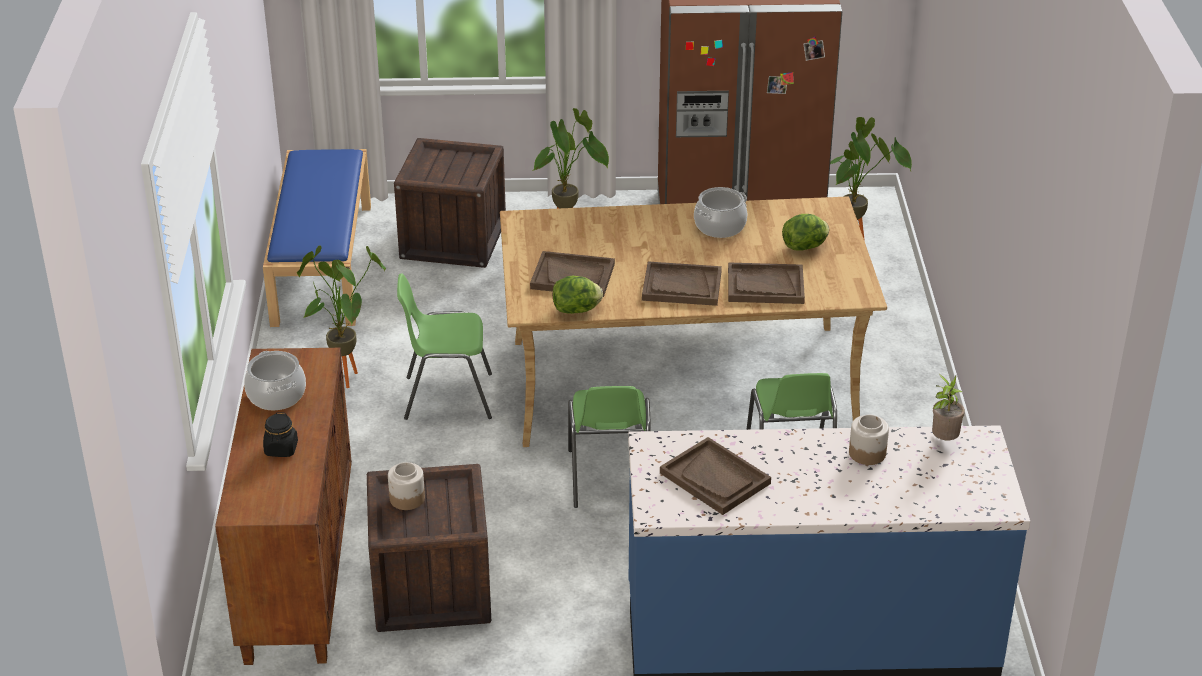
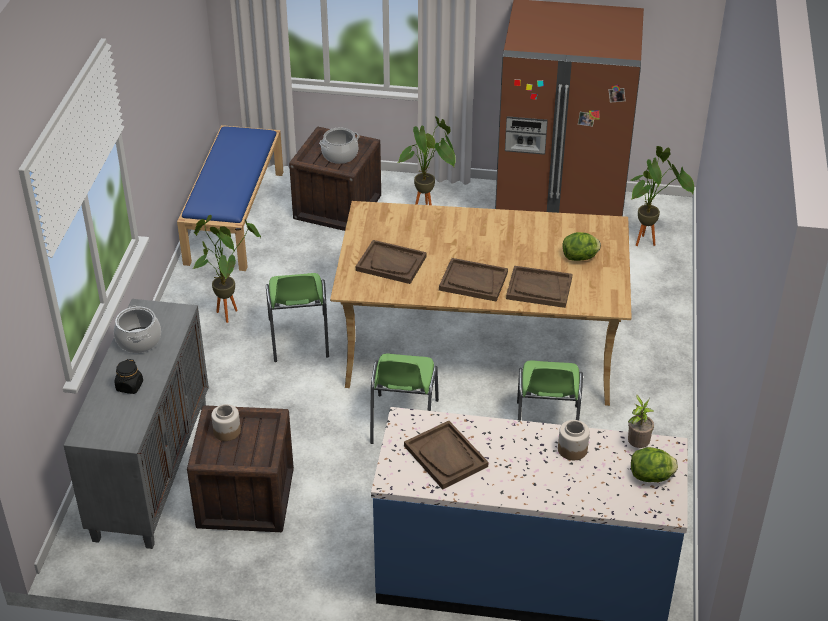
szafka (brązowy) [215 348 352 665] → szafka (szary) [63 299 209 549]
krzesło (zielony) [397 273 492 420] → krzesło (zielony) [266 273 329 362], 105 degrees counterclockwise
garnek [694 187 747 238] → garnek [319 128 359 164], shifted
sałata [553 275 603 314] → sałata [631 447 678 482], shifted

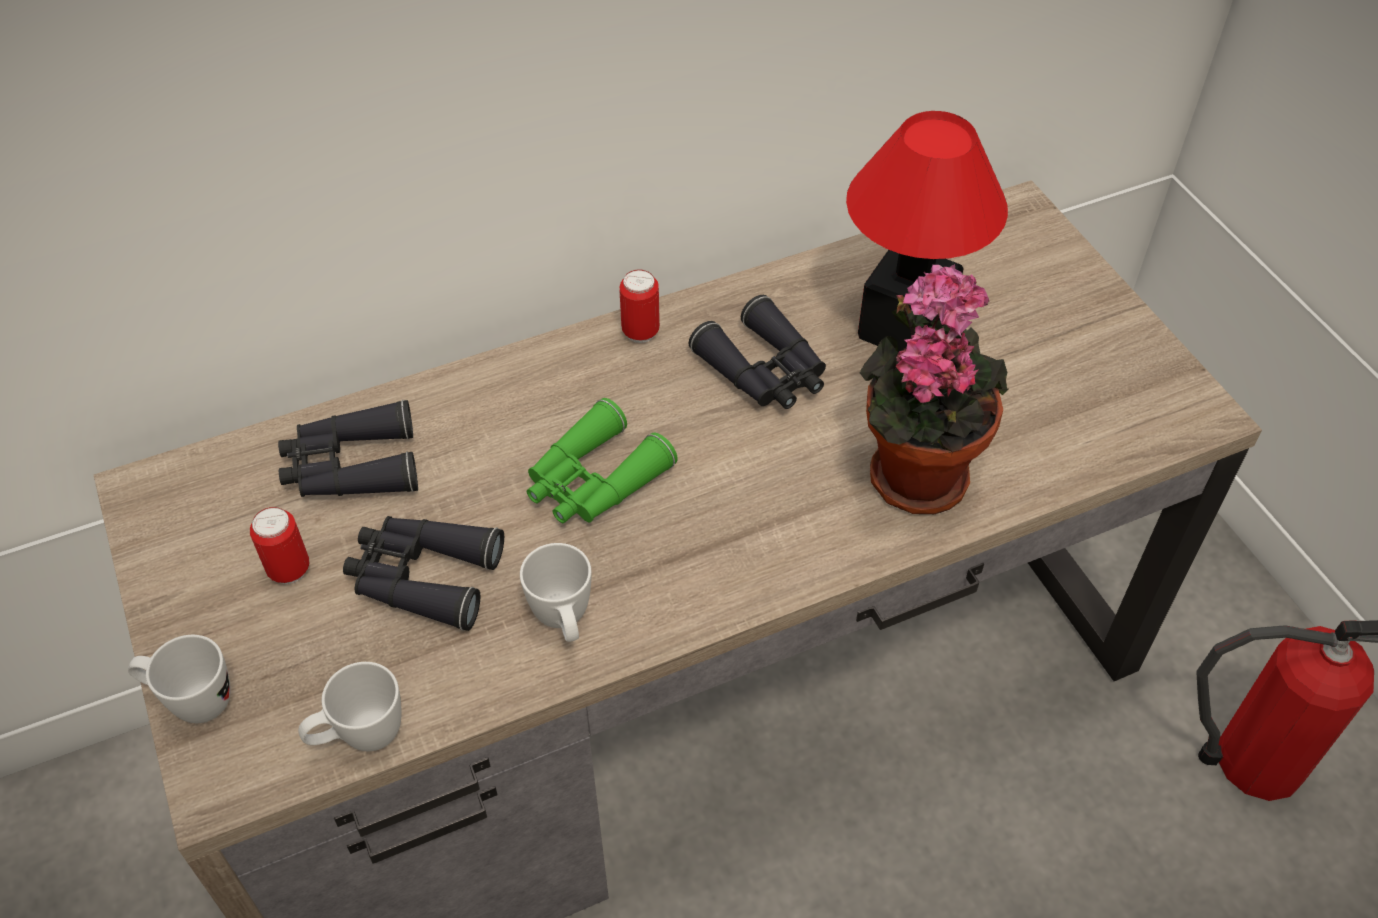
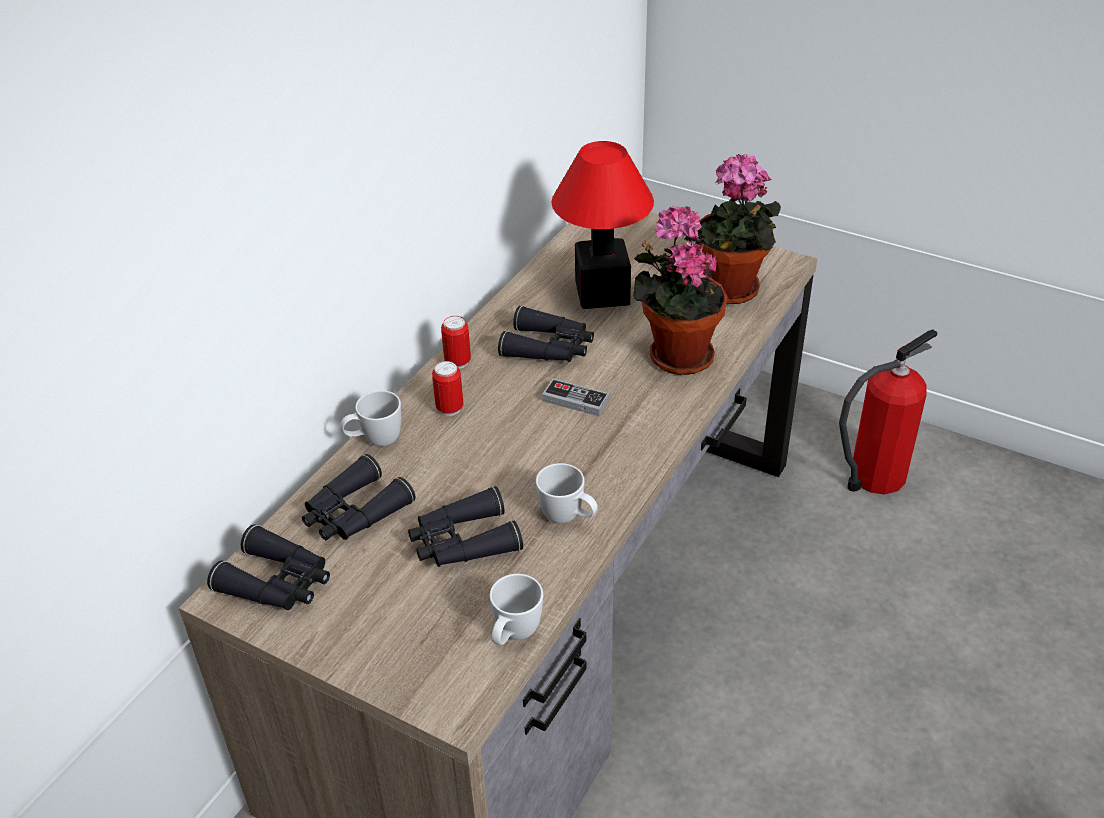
- → lornetka (czarny) [207 524 330 610]
kubek (biały) [128 635 231 723] → kubek (biały) [340 390 401 446], shifted
puszka [250 507 309 584] → puszka [432 361 463 416], shifted
- → pad do gier [542 379 609 416]
- → roślina doniczkowa [685 154 781 304]
lornetka (zielony) [527 398 678 523] → -

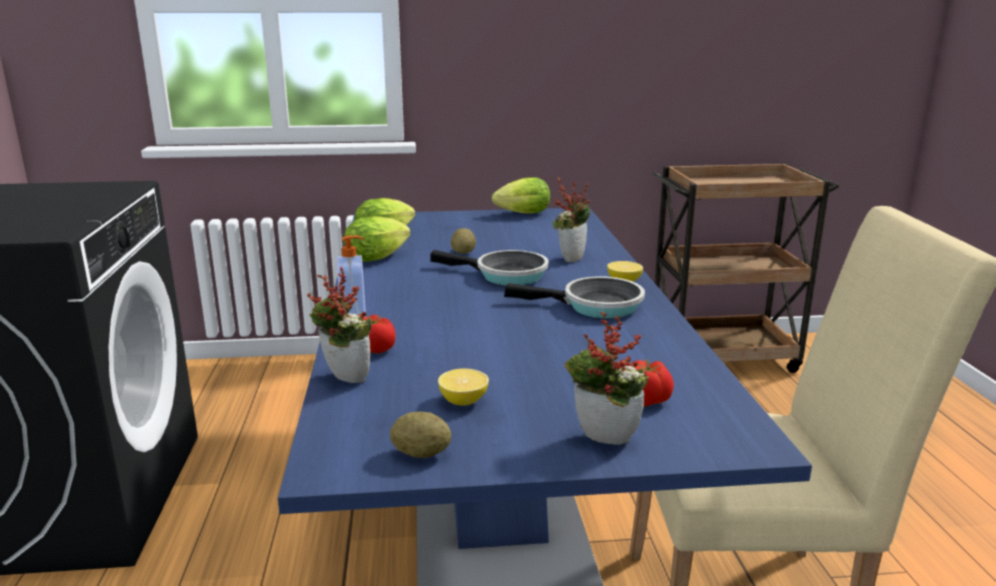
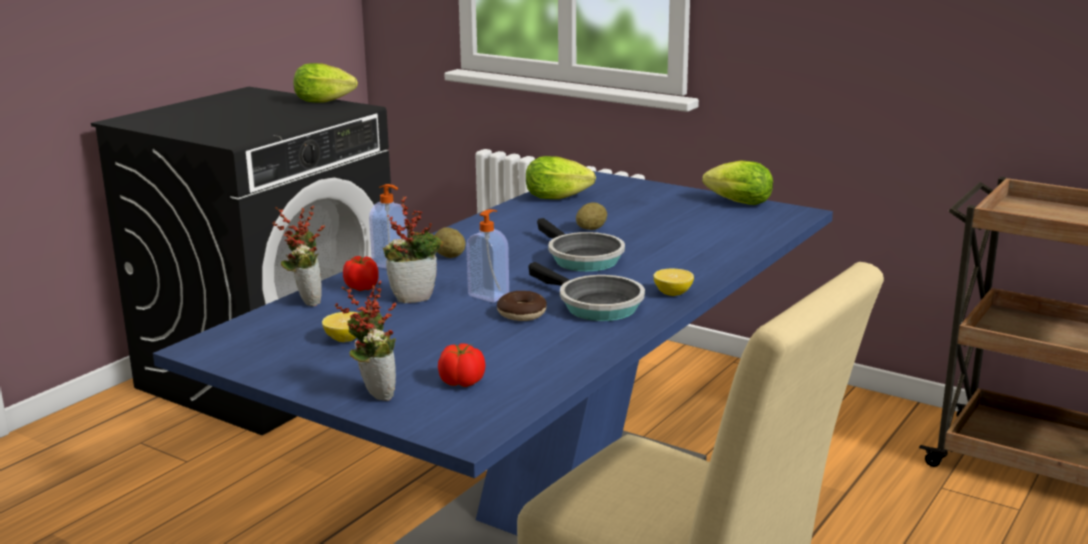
sałata [344 216 411 262] → sałata [293 63 358 103], shifted
roślina doniczkowa [553 177 591 262] → roślina doniczkowa [383 196 443 303], shifted
ziemniak [390 412 451 458] → ziemniak [435 227 466 258], shifted
- → dozownik mydła [466 209 509 303]
- → donut [497 291 547 321]

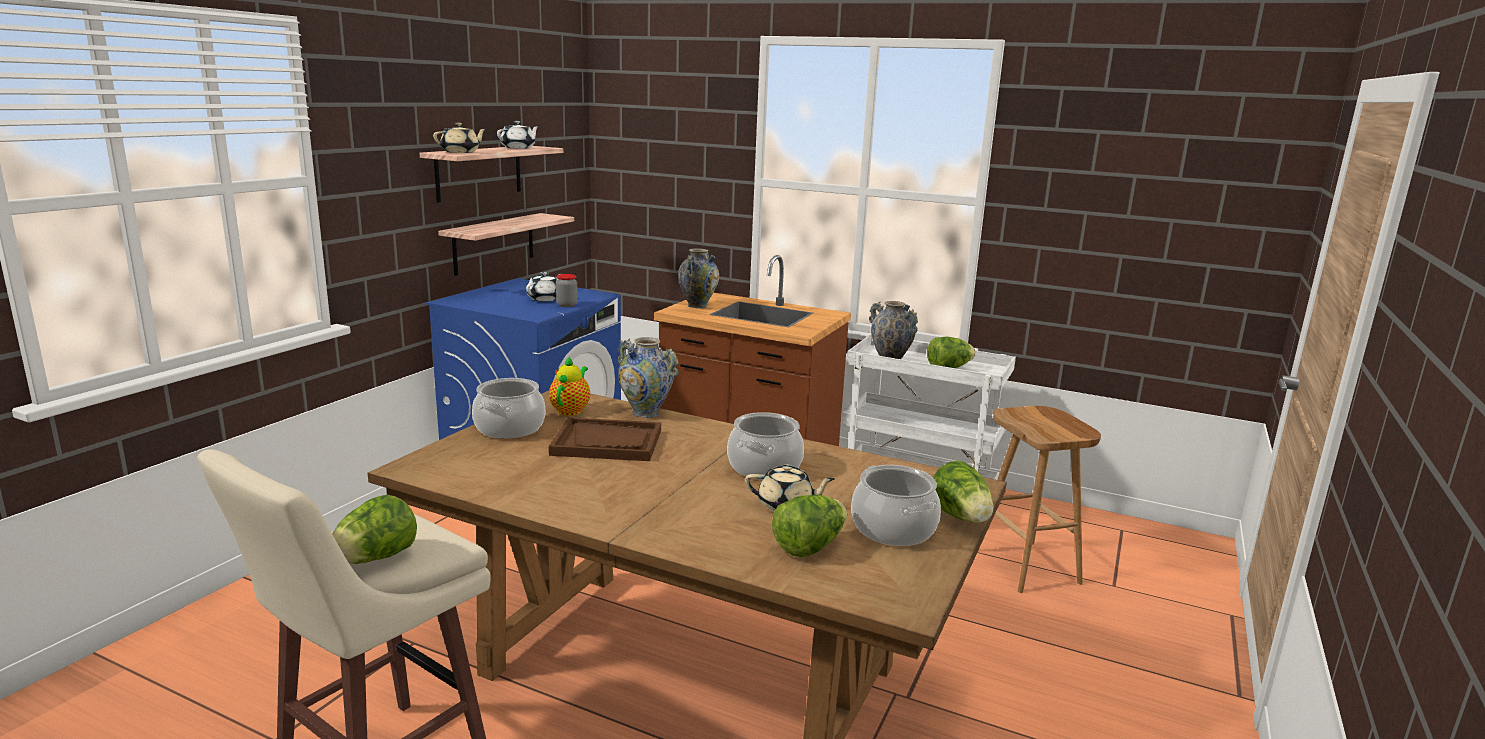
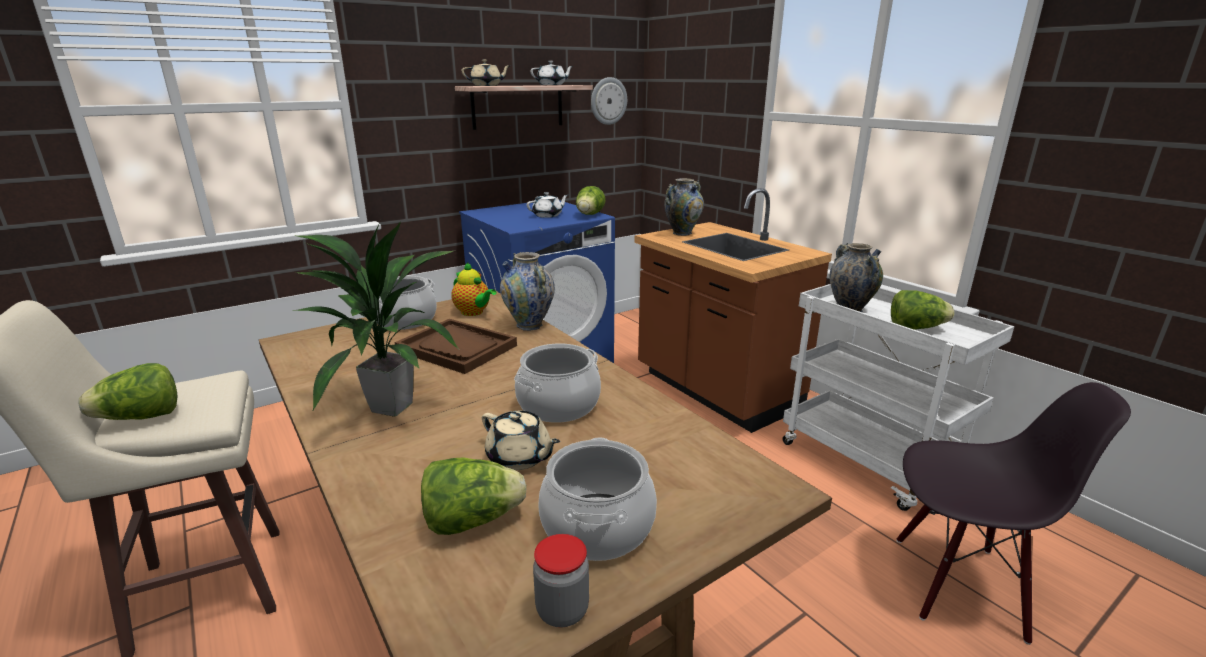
- → roślina doniczkowa [294 221 459 416]
imbryk [549 356 590 416] → imbryk [451 262 497 316], 90 degrees clockwise
słoik [556 274 578 307] → słoik [533 534 589 628], shifted
sałata [933 460 994 523] → sałata [576 186 606 215], shifted
- → zegar ścienny [591 77 627 125]
stołek (brązowy) [978 406 1101 593] → krzesło (czarny) [896 382 1131 645]
półka [438 213 574 276] → -

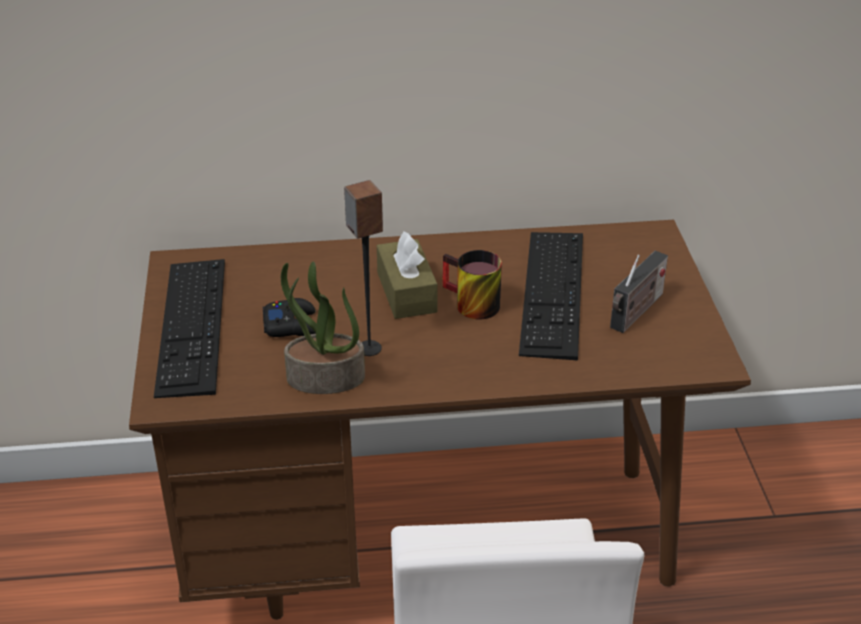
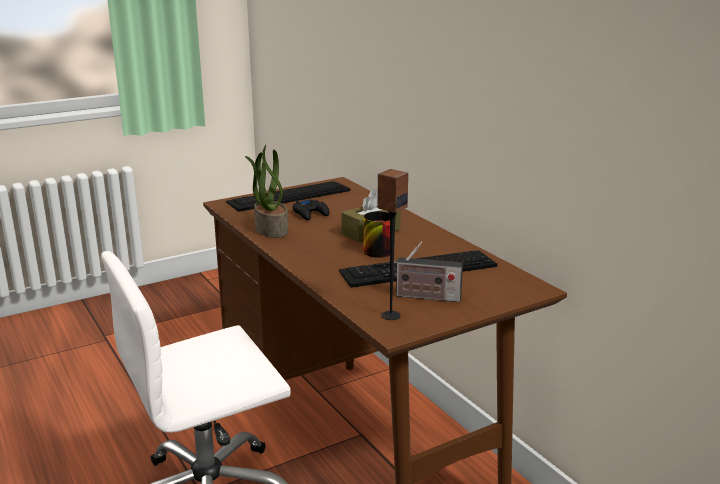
głośnik [344 180 383 356] → głośnik [377 169 408 320], shifted

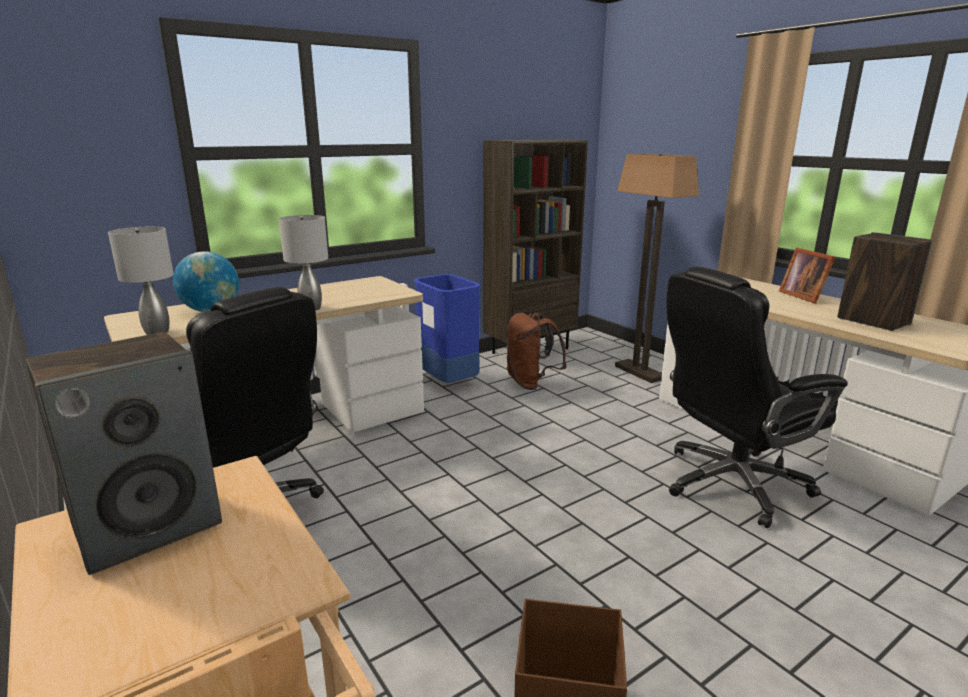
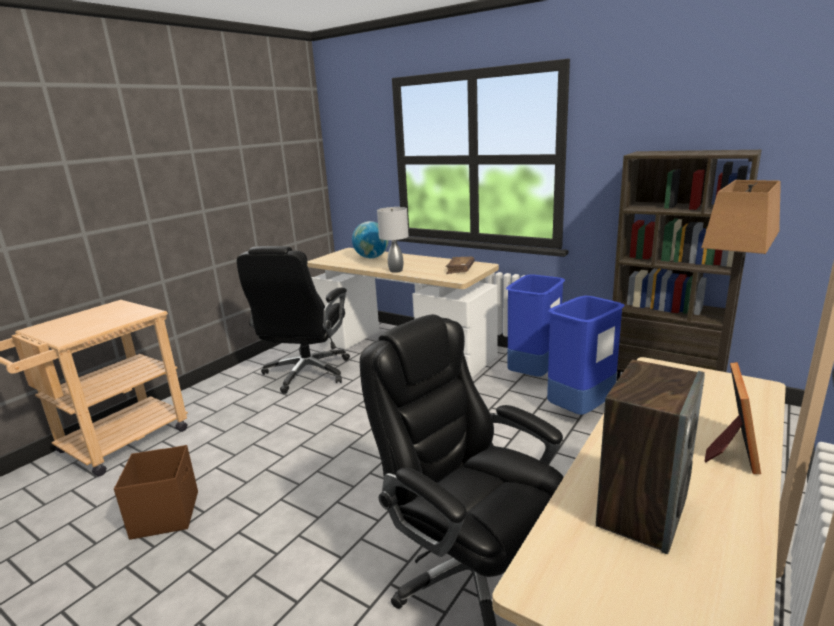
- → książka (brązowy) [445 257 474 274]
plecak (brązowy) [506 311 567 390] → kosz na śmieci (niebieski) [547 295 624 415]
ramka na zdjęcie [779 247 835 304] → ramka na zdjęcie [704 362 761 474], 150 degrees clockwise
głośnik [26 332 222 575] → -
lampa stołowa (szary) [108 227 174 335] → -

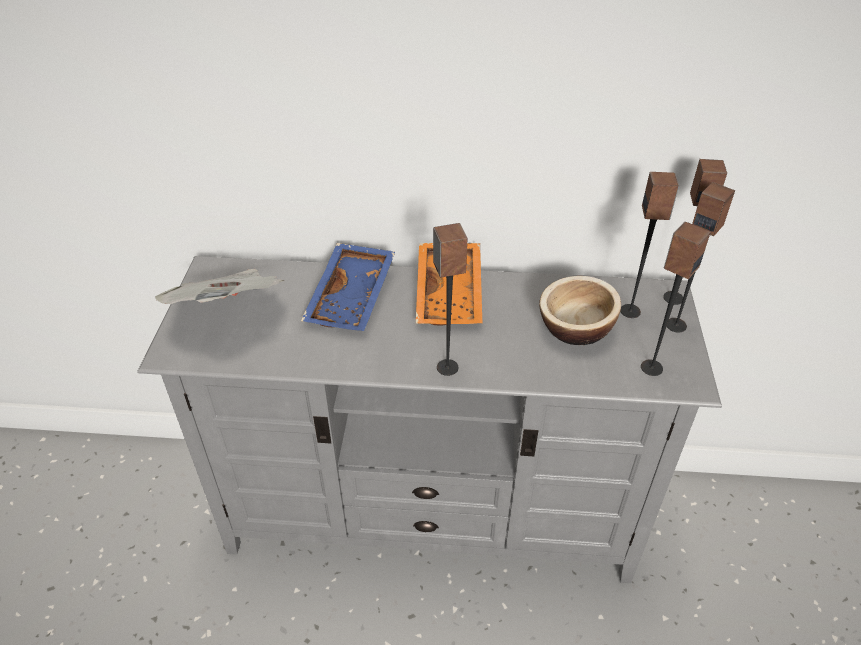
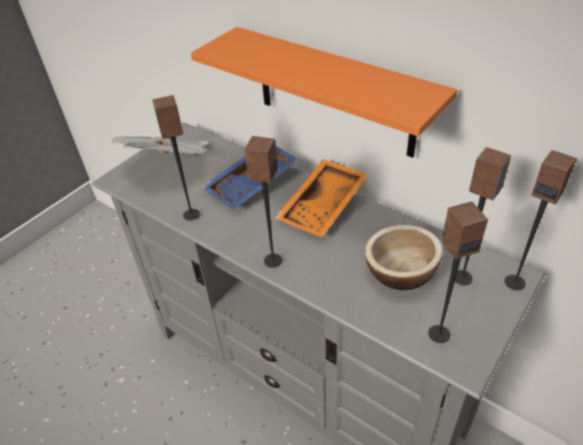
głośnik [667 182 735 332] → głośnik [152 95 200 221], shifted
- → półka (pomarańczowy) [191 27 457 158]

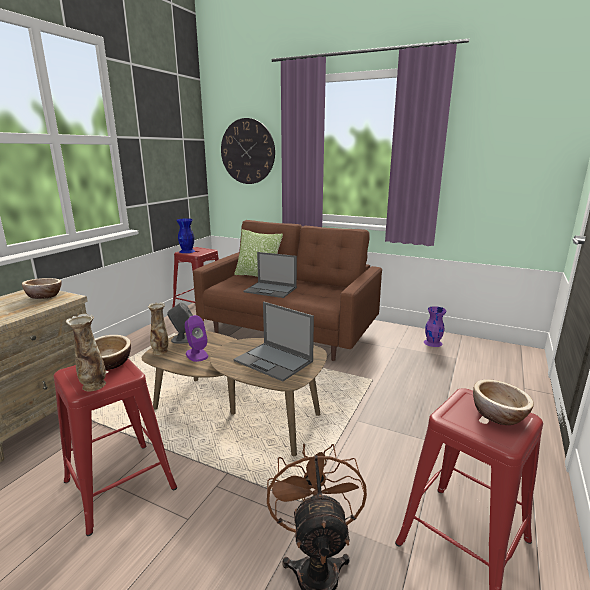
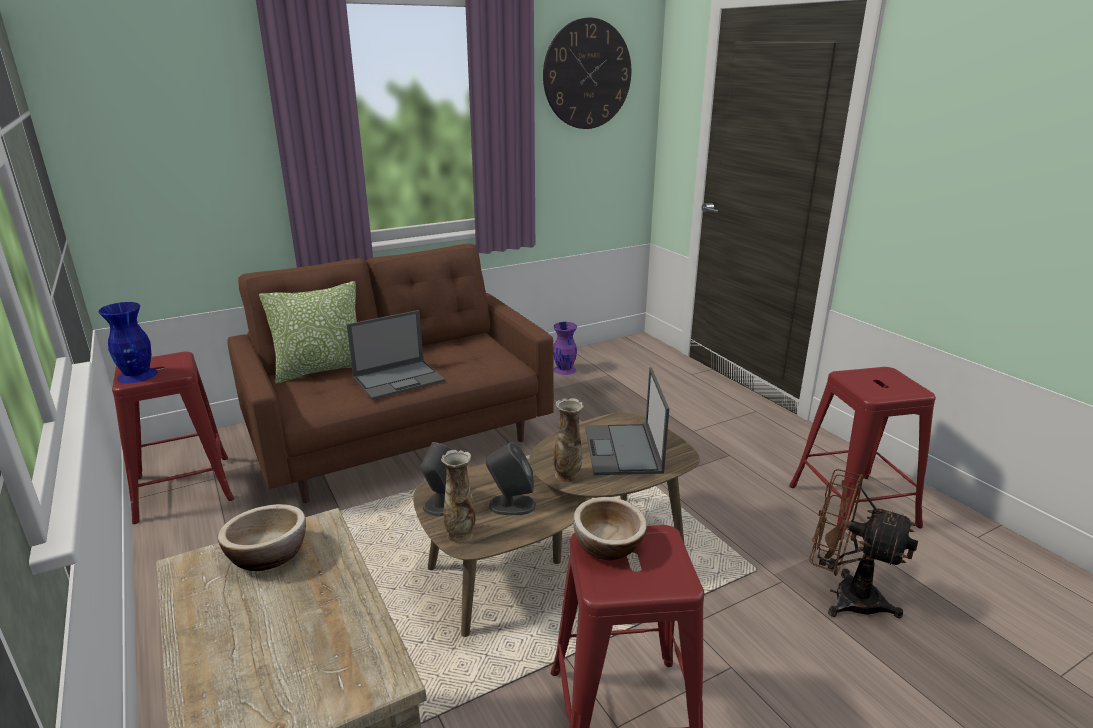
głośnik (fioletowy) [185 315 208 362] → głośnik (szary) [486 442 536 515]
zegar ścienny [221 118 275 184] → zegar ścienny [543 18 631 129], shifted
wazon [66 314 106 392] → wazon [553 398 584 483], shifted
laptop [233 302 314 381] → laptop [585 367 669 475], 105 degrees clockwise
miska [473 379 534 425] → -

